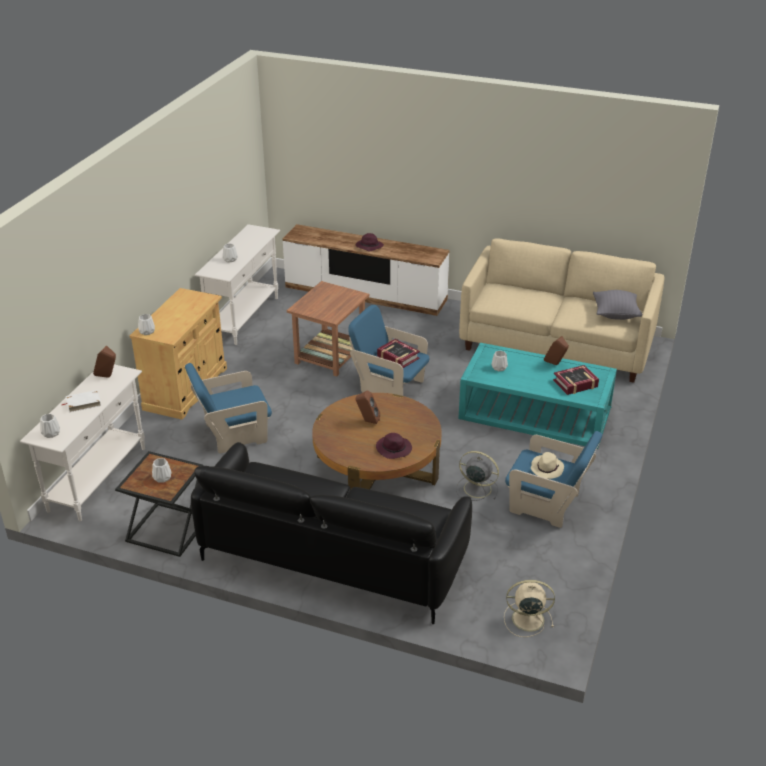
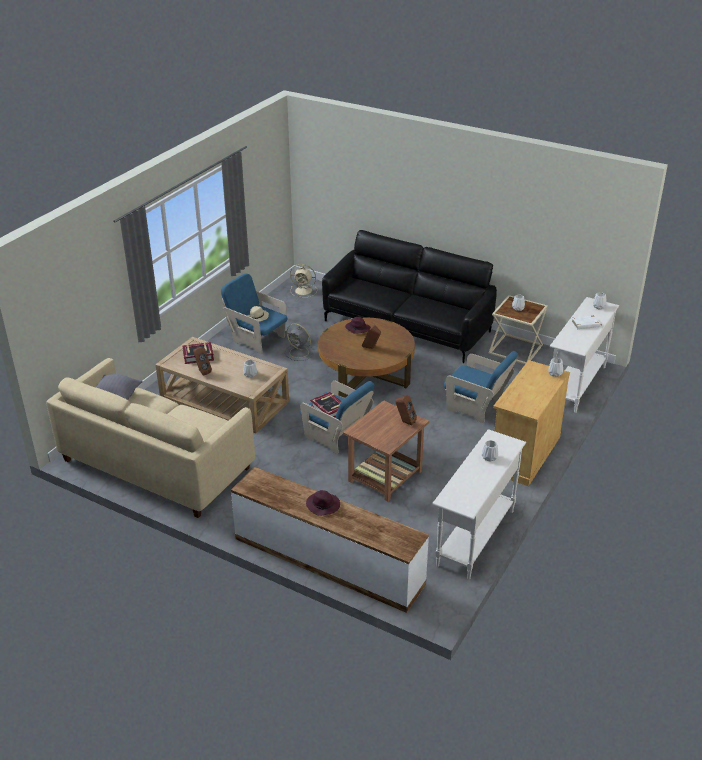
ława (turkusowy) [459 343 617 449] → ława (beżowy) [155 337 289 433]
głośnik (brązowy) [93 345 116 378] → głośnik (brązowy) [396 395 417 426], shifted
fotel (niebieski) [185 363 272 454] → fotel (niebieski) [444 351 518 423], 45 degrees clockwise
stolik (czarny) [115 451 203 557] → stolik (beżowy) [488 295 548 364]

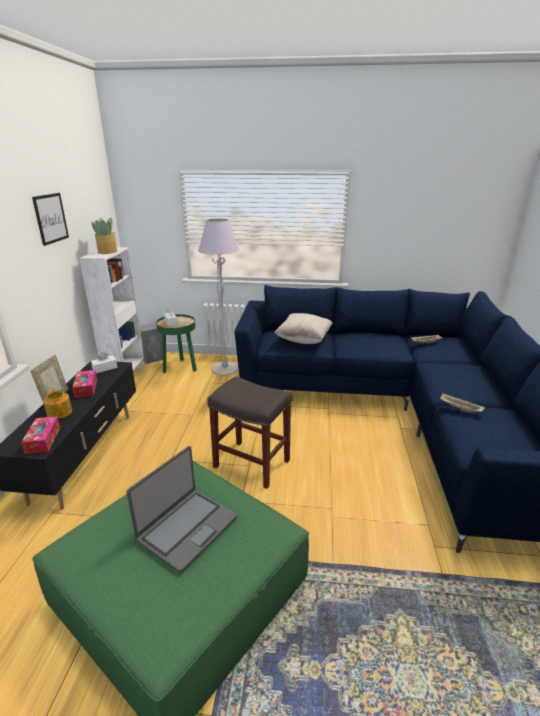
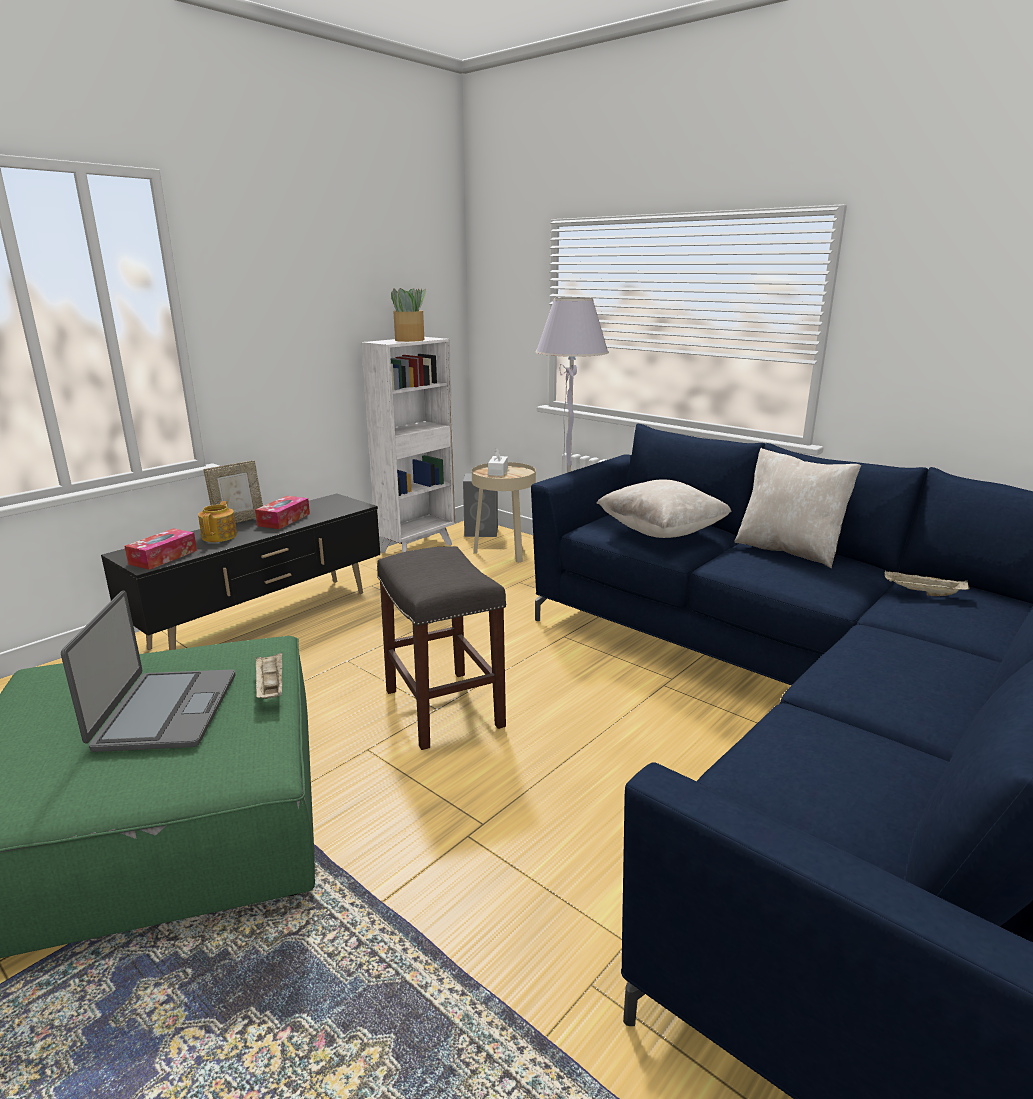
laptop [126 446 237 573] → laptop [61 590 235 752], 75 degrees counterclockwise
taca (beżowy) [440 393 485 413] → taca (beżowy) [255 652 282 699], shifted
stolik (zielony) [156 314 197 373] → stolik (beżowy) [472 462 536 563]
- → poduszka (beżowy) [734 448 861 568]
obraz [32 193 69 246] → -
pudełko chusteczek (biały) [91 352 118 373] → -

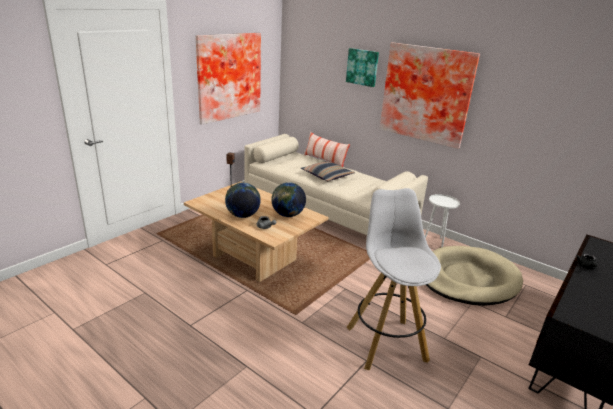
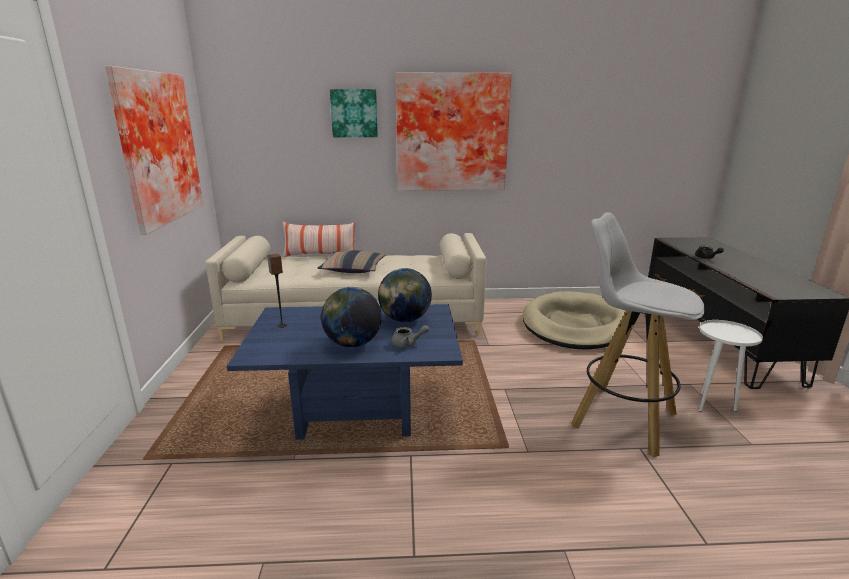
ława (beżowy) [184 181 328 282] → ława (niebieski) [227 304 463 440]
stolik (biały) [425 194 460 247] → stolik (biały) [699 320 763 412], shifted

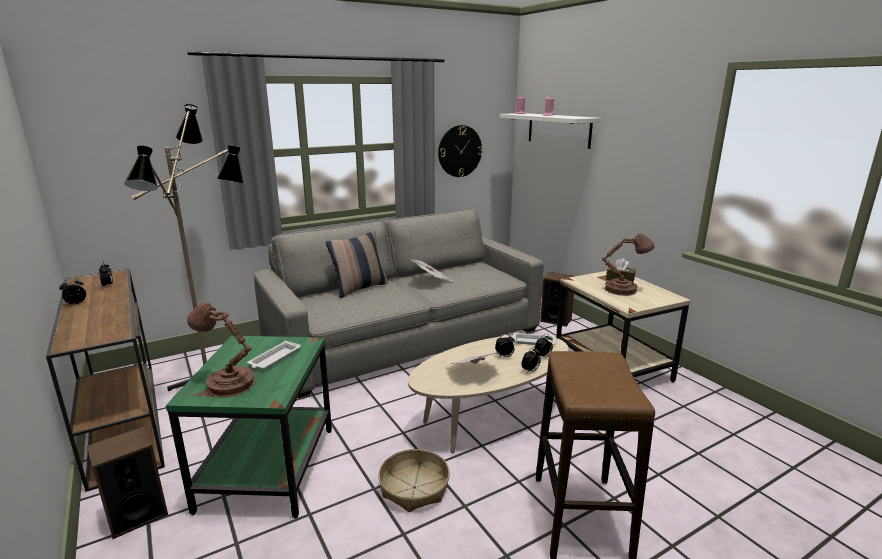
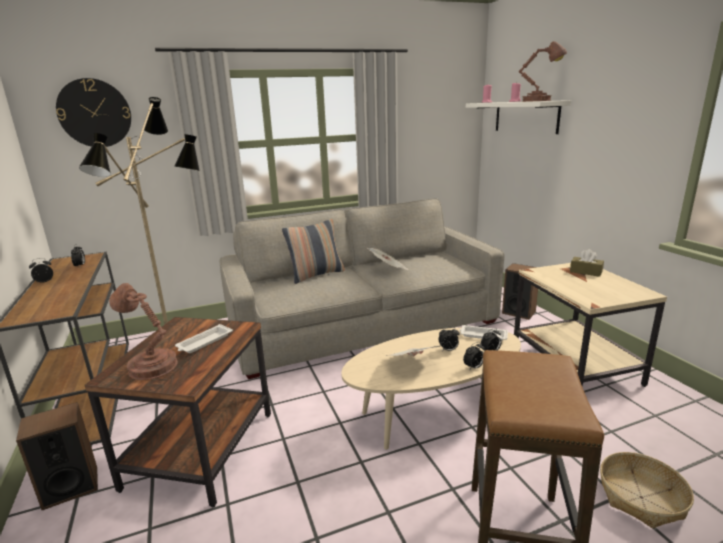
zegar ścienny [438 125 483 177] → zegar ścienny [56 78 131 147], shifted
stolik (zielony) [166 336 332 519] → stolik (brązowy) [85 317 271 507]
lampa stołowa (brązowy) [602 233 654 296] → lampa stołowa (brązowy) [519 41 567 102], shifted
koszyk [378 449 450 512] → koszyk [600 452 694 528], shifted

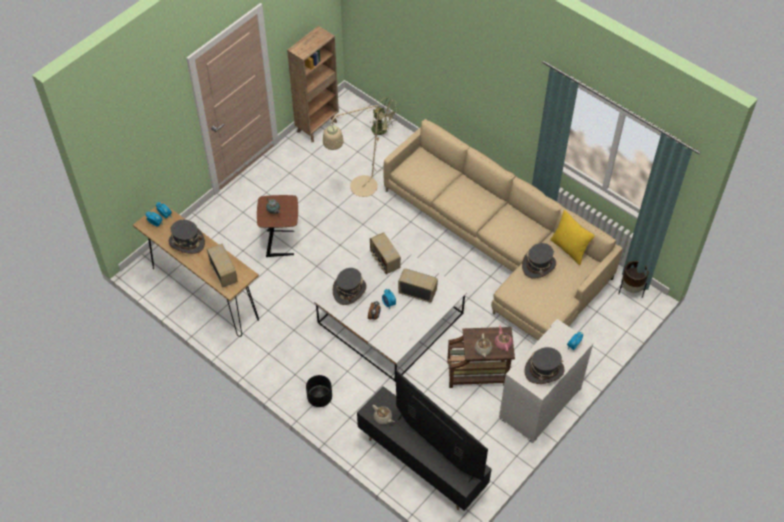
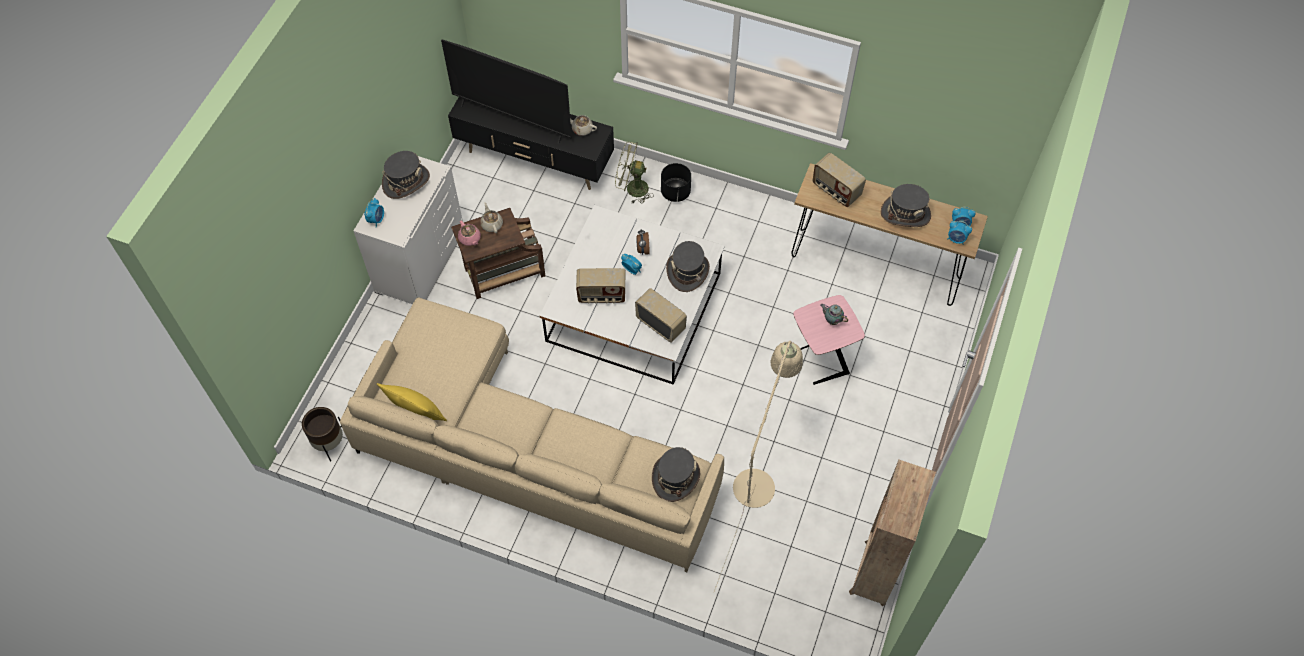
wentylator (zielony) [371 97 398 140] → wentylator (zielony) [615 142 654 203], shifted
kapelusz (szary) [522 243 556 279] → kapelusz (szary) [652 447 700 502], shifted
stolik (brązowy) [257 195 298 257] → stolik (różowy) [793 295 865 385]

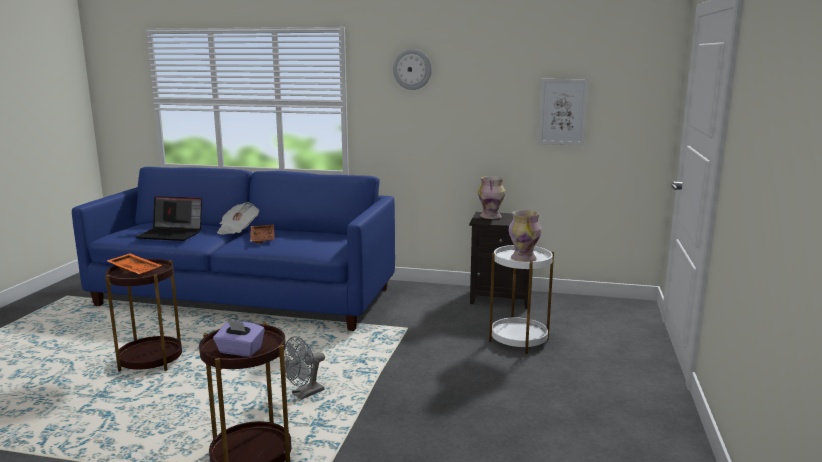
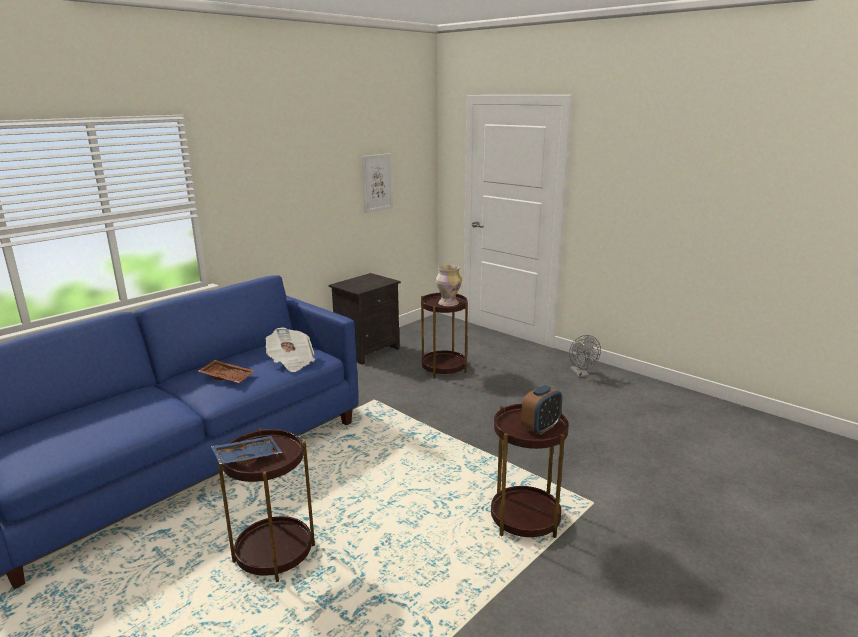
taca (pomarańczowy) [107 253 162 275] → taca (niebieski) [211 436 282 465]
gazeta [217 202 259 234] → gazeta [265 327 315 372], shifted
stolik (biały) [489 245 554 354] → stolik (brązowy) [421 293 468 378]
pudełko chusteczek (fioletowy) [213 320 265 357] → budzik [521 385 562 435]
wentylator (szary) [284 336 325 400] → wentylator (szary) [569 335 601 377], shifted
laptop [136 196 202 241] → -
zegar ścienny [393 49 432 90] → -
wazon [478 176 505 219] → -

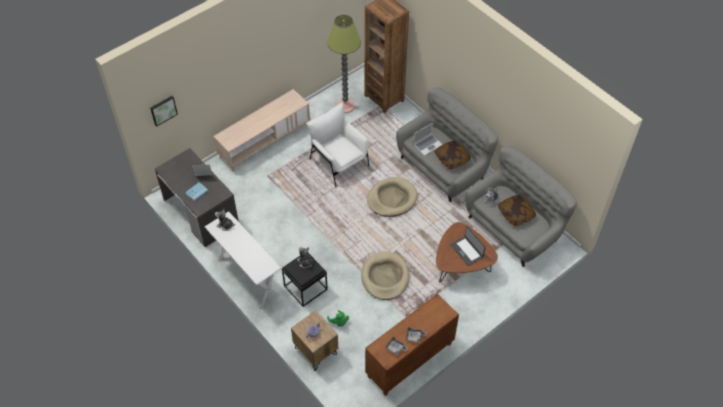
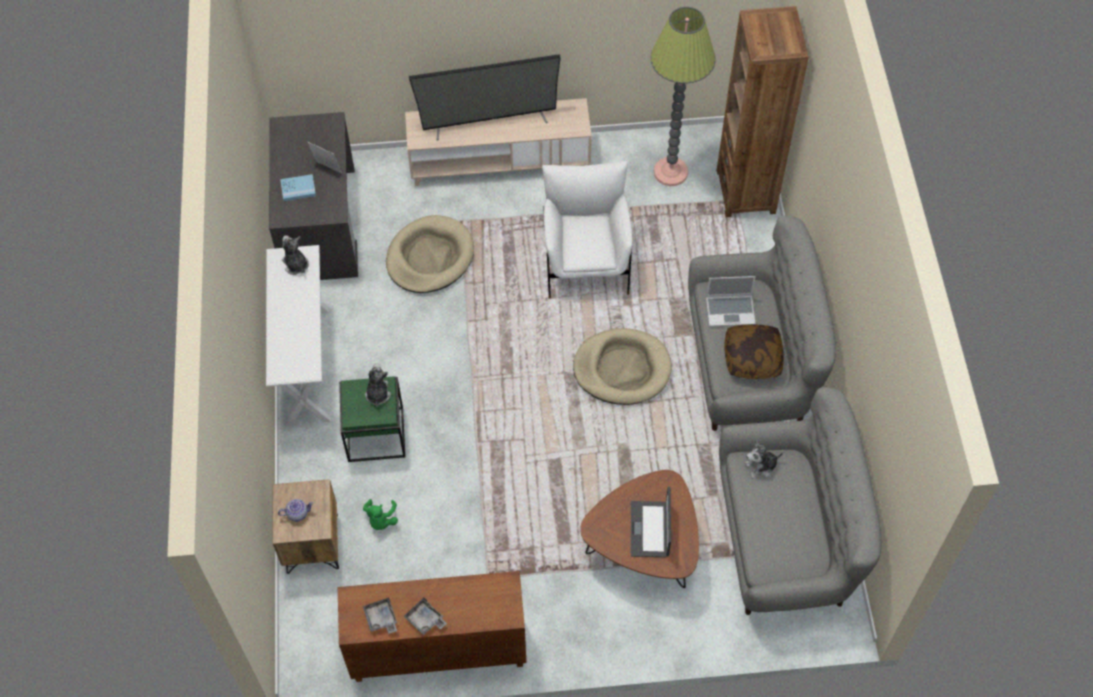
stolik (czarny) [282 253 328 307] → stolik (zielony) [339 376 406 462]
legowisko (beżowy) [361 251 409 300] → legowisko (beżowy) [386 215 474 293], shifted
- → telewizor [409 54 561 141]
obraz [150 96 178 127] → -
poduszka [498 195 536 226] → -

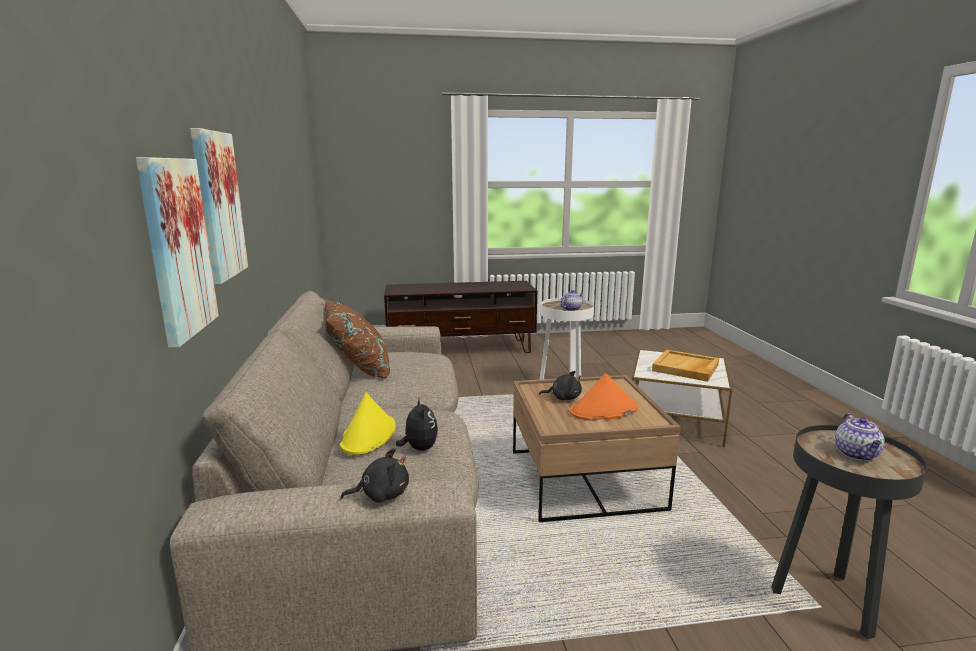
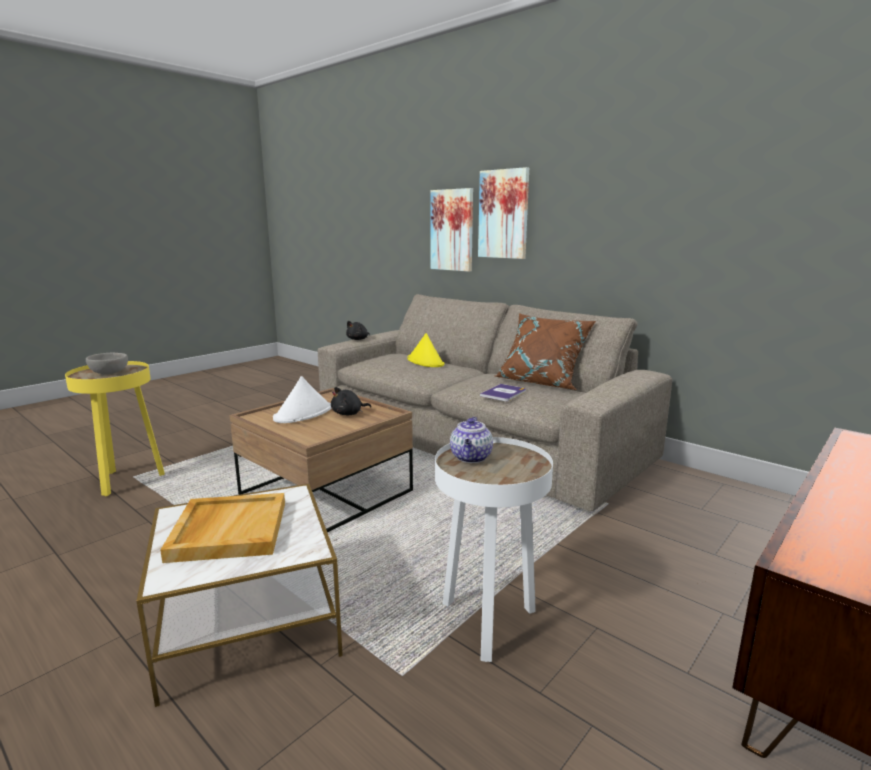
stolik (czarny) [772 425 927 639] → stolik (żółty) [65 361 165 496]
imbryk [835 413 885 461] → miska (szary) [86 353 128 374]
kapelusz (pomarańczowy) [570 373 638 420] → kapelusz (biały) [273 376 331 423]
- → książka [480 384 526 401]
pluszak [396 397 438 451] → -

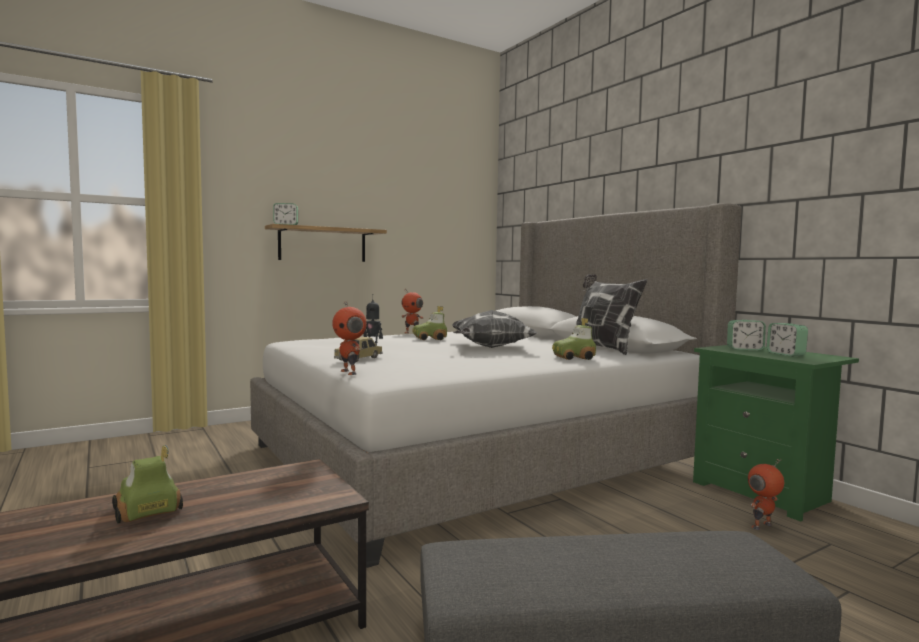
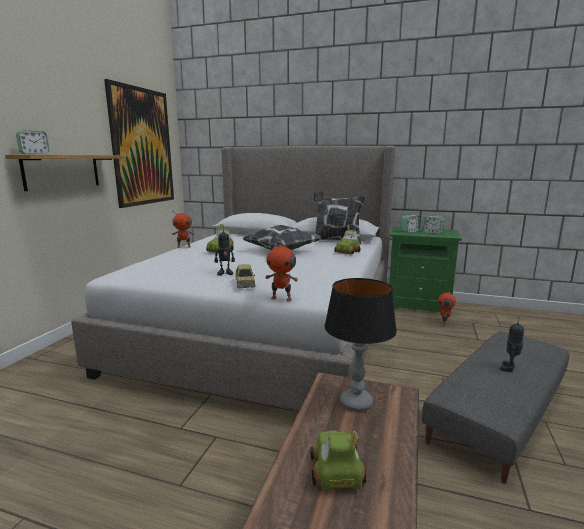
- → obraz [104 79 174 208]
samochodzik [112 445 183 524] → samochodzik [310 430 366 490], 75 degrees clockwise
- → lampa stołowa [324 278 397 412]
- → robot zabawkowy [500 317 524 372]

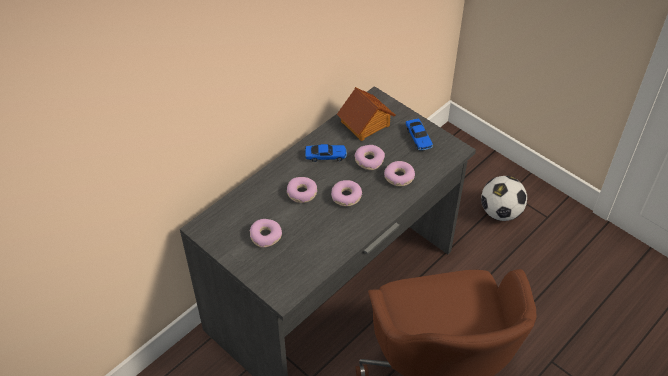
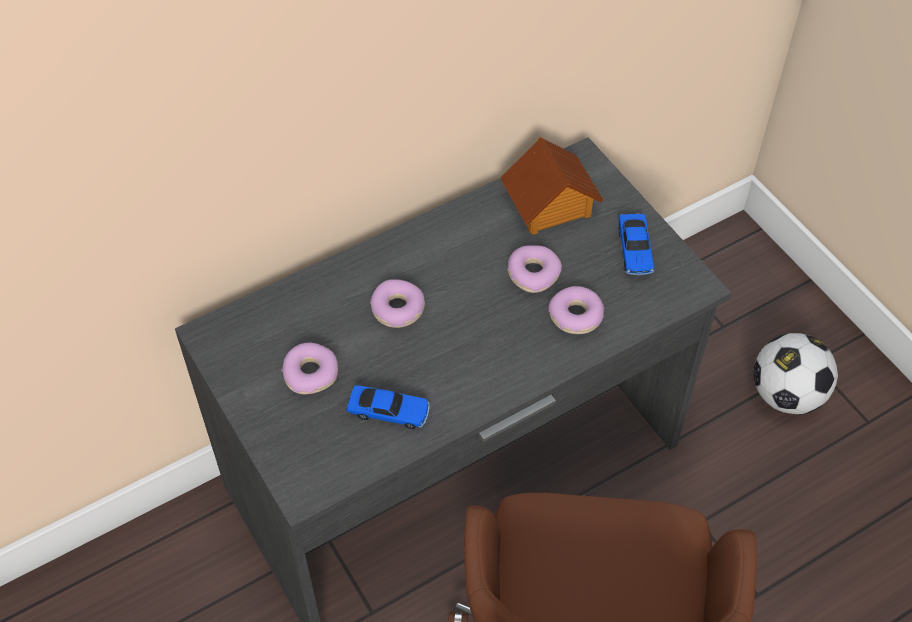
samochodzik [305 144 347 162] → samochodzik [346 385 430 429], shifted
donut [331 180 362 206] → -

